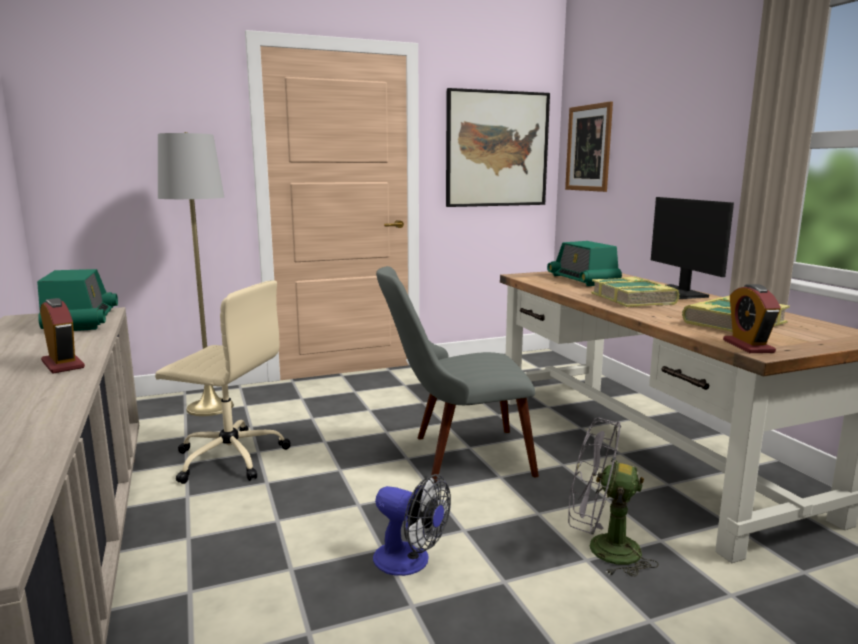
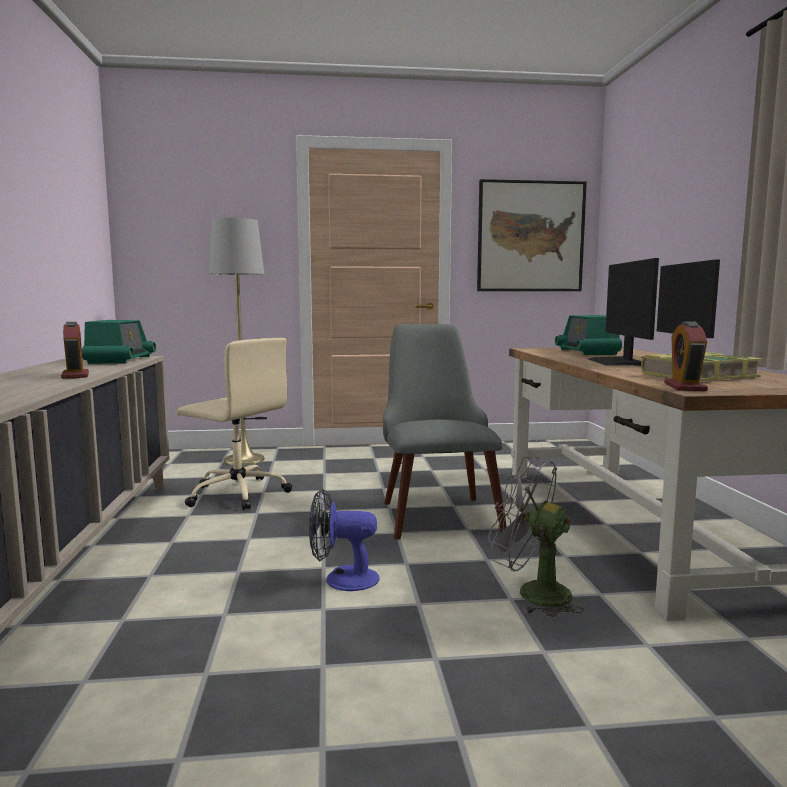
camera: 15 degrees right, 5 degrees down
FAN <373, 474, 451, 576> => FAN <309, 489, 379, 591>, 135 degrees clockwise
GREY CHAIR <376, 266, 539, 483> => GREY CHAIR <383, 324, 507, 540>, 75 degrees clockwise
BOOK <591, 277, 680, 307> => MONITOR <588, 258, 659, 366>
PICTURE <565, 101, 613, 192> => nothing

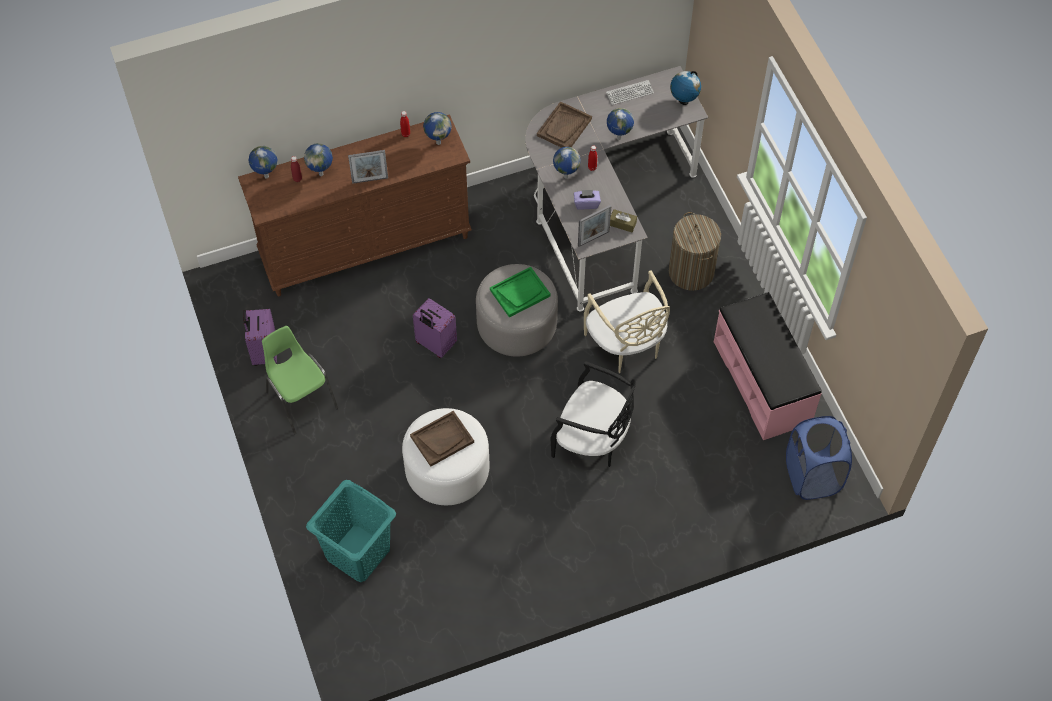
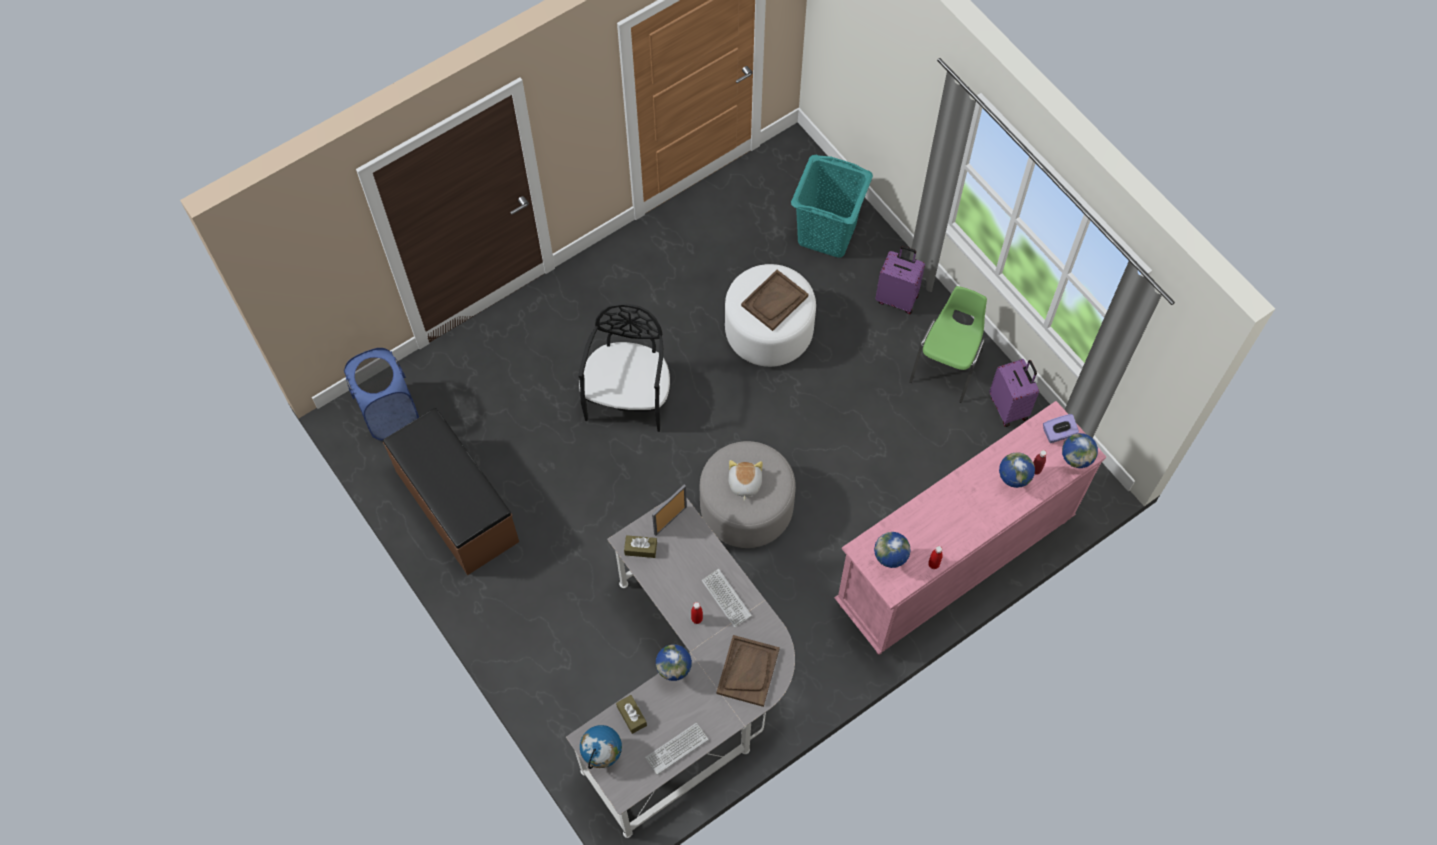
camera: 165 degrees right, 5 degrees up
PINK BENCH <714, 292, 822, 440> => BROWN BENCH <383, 408, 519, 575>
BLACK CHAIR <550, 361, 636, 467> => BLACK CHAIR <578, 303, 670, 432>, 90 degrees clockwise
nothing => BROWN TISSUE BOX <616, 695, 647, 734>
GLOBE <553, 147, 581, 179> => KEYBOARD <702, 569, 752, 628>
GREEN TRAY <490, 267, 551, 318> => PLUSH TOY <728, 460, 763, 501>
BROWN DRESSER <238, 114, 472, 296> => PINK DRESSER <834, 401, 1106, 655>
PURPLE SUITCASE <413, 298, 457, 358> => PURPLE SUITCASE <875, 246, 925, 314>, move
GREEN CHAIR <262, 326, 338, 434> => GREEN CHAIR <909, 286, 987, 403>, 105 degrees counterclockwise
PURPLE TISSUE BOX <574, 190, 601, 210> => PURPLE TISSUE BOX <1043, 414, 1079, 443>, move
PICTURE FRAME <348, 150, 388, 184> => nothing
BEIGE CHAIR <584, 270, 670, 373> => nothing
LAUNDRY BASKET <669, 212, 721, 291> => nothing

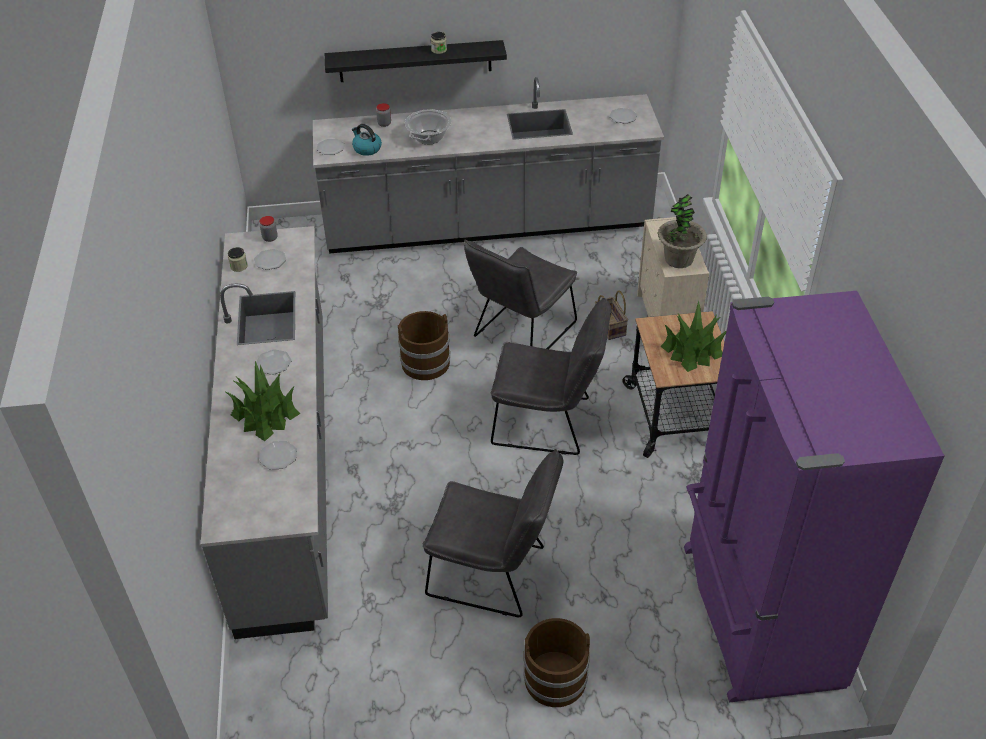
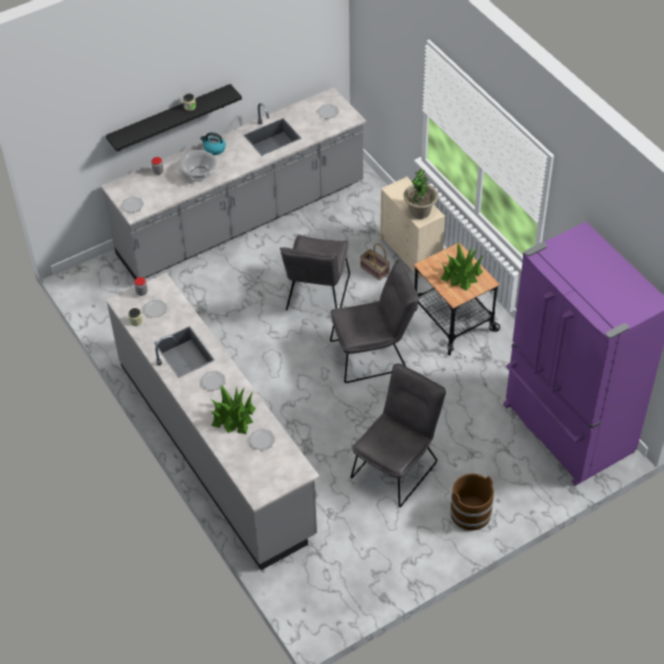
camera: 25 degrees left, 5 degrees up
KETTLE <352, 124, 382, 156> => KETTLE <200, 132, 226, 155>, move
GREY CHAIR <422, 449, 563, 617> => GREY CHAIR <350, 364, 446, 507>, 45 degrees counterclockwise
BROWN BUCKET <398, 311, 450, 380> => nothing

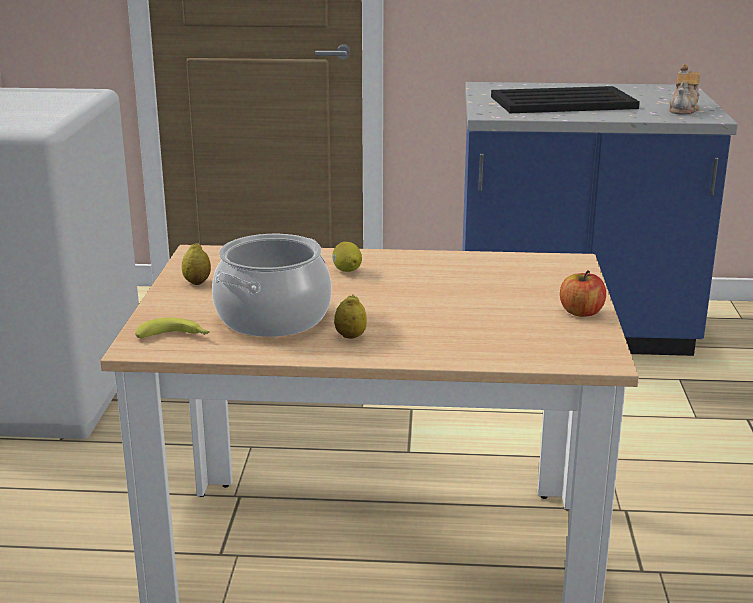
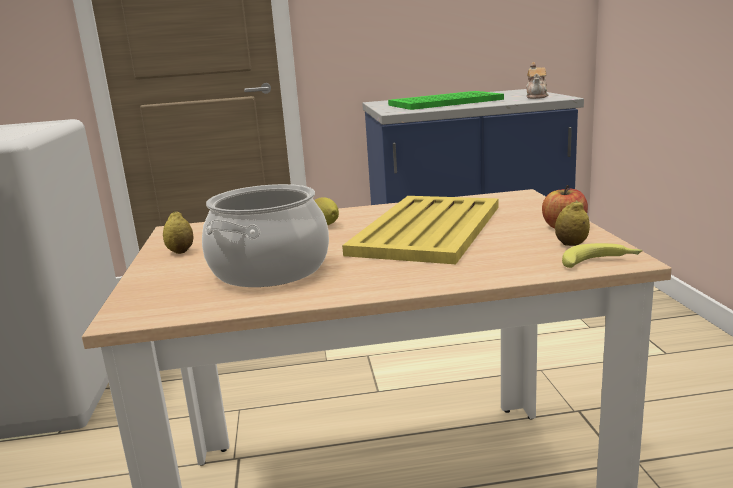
camera: 10 degrees left, 5 degrees down
nothing => YELLOW TRAY <342, 196, 498, 264>
BLACK TRAY <491, 86, 640, 113> => GREEN TRAY <388, 91, 504, 110>
LEMON <334, 295, 367, 339> => LEMON <555, 200, 590, 246>, move
BANANA <135, 318, 210, 338> => BANANA <562, 243, 643, 268>, move

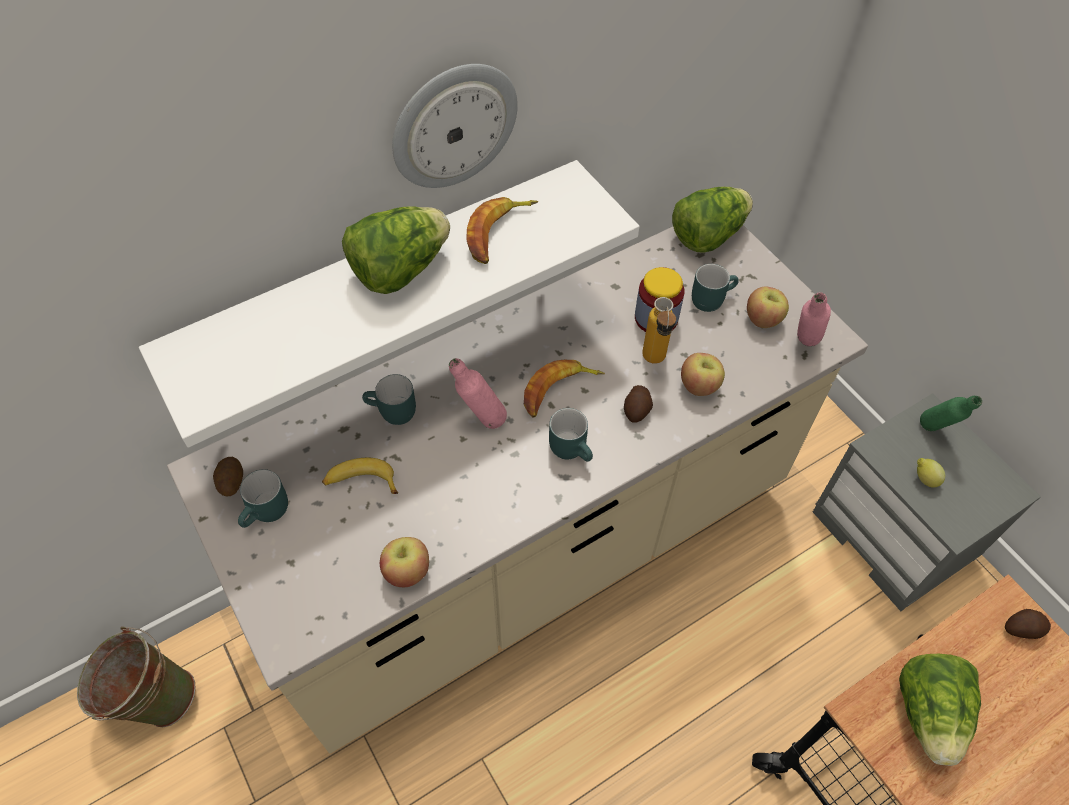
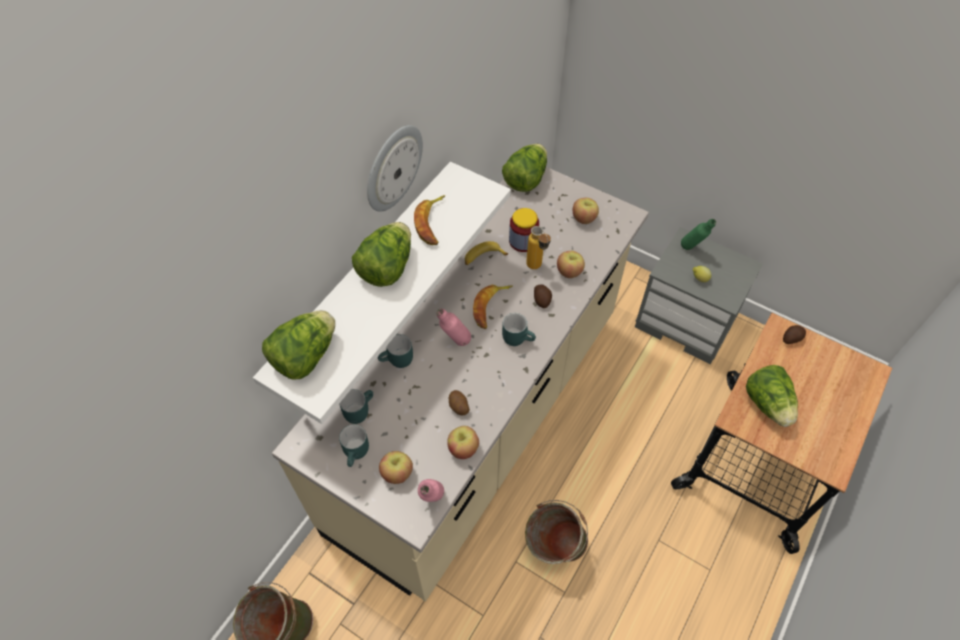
camera: 25 degrees left, 0 degrees up
nothing => LETTUCE <262, 310, 335, 380>
TURQUOISE MUG <692, 264, 739, 312> => TURQUOISE MUG <339, 389, 373, 424>, move
nothing => APPLE <379, 451, 413, 484>
PINK BOTTLE <797, 292, 831, 346> => PINK BOTTLE <418, 479, 444, 502>, move
POTATO <213, 457, 243, 497> => POTATO <449, 390, 470, 415>, move
BANANA <322, 458, 398, 494> => BANANA <465, 241, 508, 265>, move
nothing => GREEN BUCKET <525, 500, 588, 564>

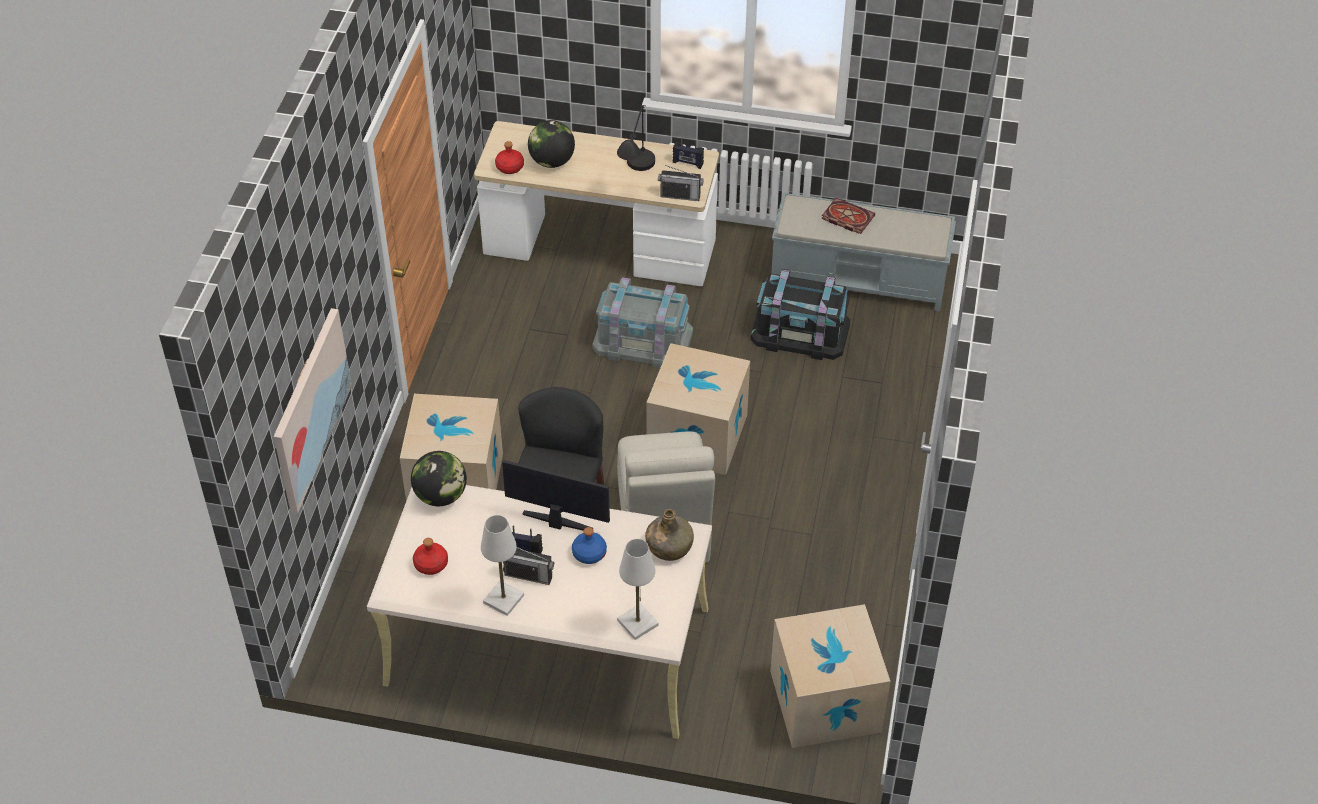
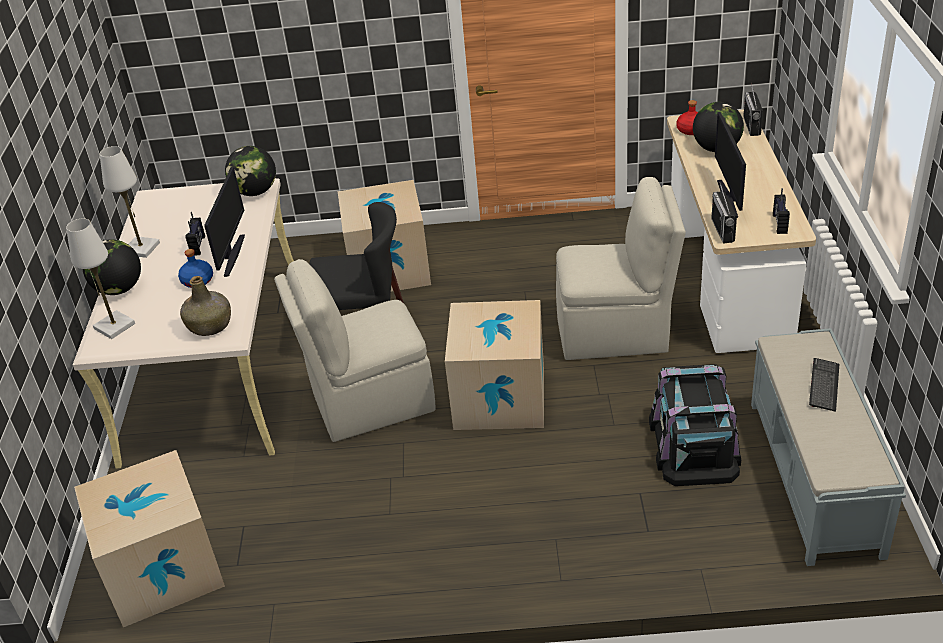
camera: 80 degrees right, 10 degrees down
nothing => GLOBE <83, 239, 141, 295>
GREY STORAGE BOX <593, 277, 693, 368> => BEIGE CHAIR <556, 177, 686, 360>
BLACK TABLE LAMP <617, 105, 655, 171> => MONITOR <715, 112, 746, 218>
RADIO <503, 547, 554, 585> => RADIO <743, 83, 763, 136>, move
BOOK <821, 198, 875, 234> => KEYBOARD <809, 358, 839, 412>
PICTURE <273, 308, 352, 513> => nothing
RED BOTTLE <413, 538, 448, 575> => nothing

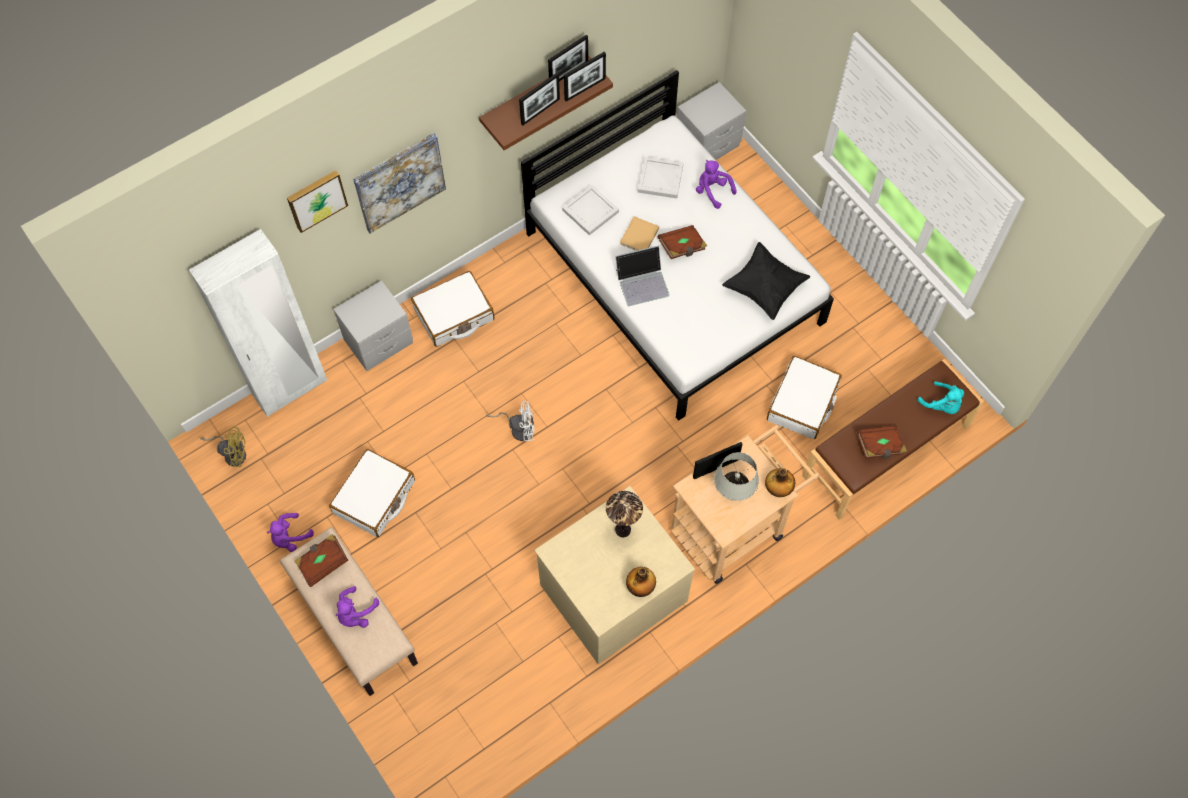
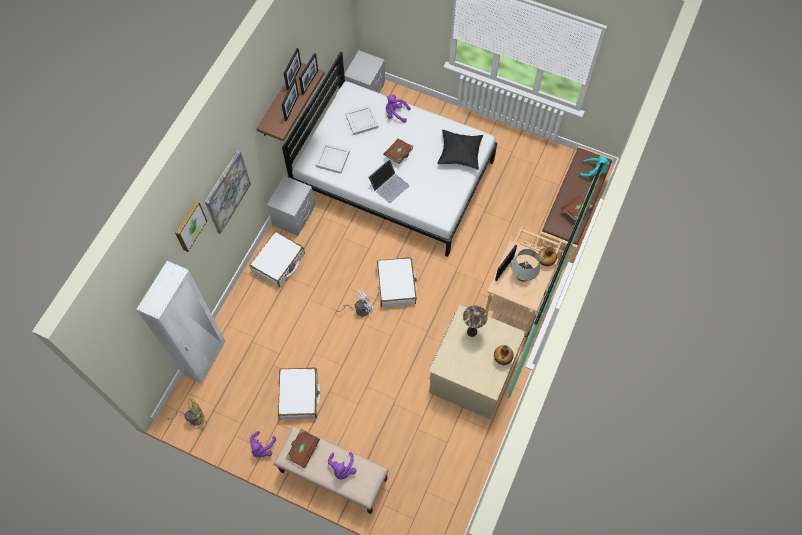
camera: 30 degrees left, 0 degrees up
GREY NIGHTSTAND <333, 280, 413, 371> => GREY NIGHTSTAND <267, 176, 315, 236>, move
WHITE SUITCASE <767, 356, 842, 439> => WHITE SUITCASE <377, 257, 417, 307>, move
BEIGE BOOK <620, 216, 659, 251> => nothing

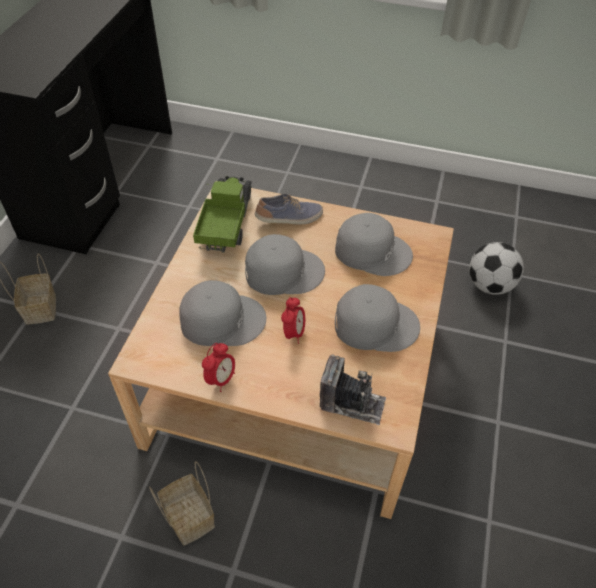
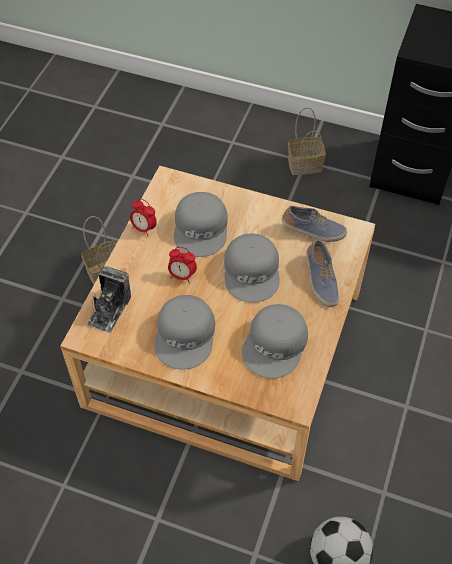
camera: 95 degrees right, 5 degrees up
TOY TRUCK <193, 176, 252, 252> => SHOE <282, 205, 347, 242>

